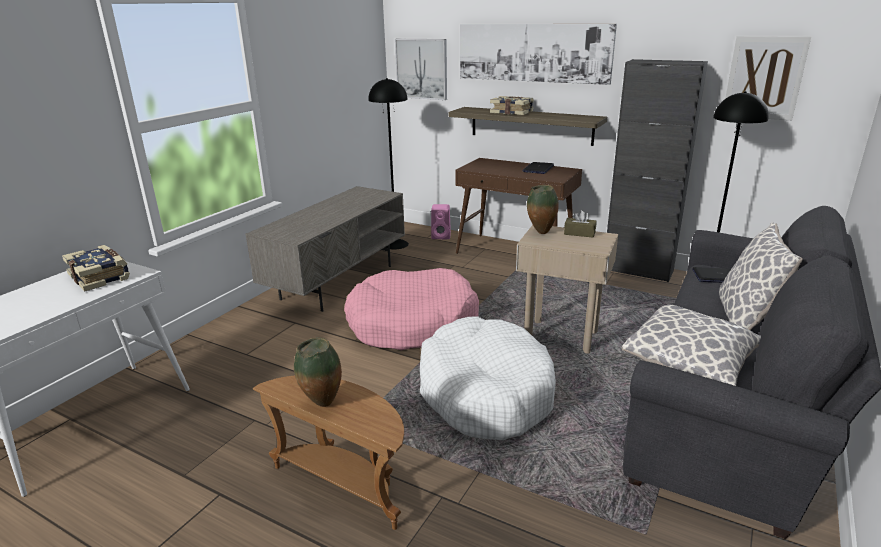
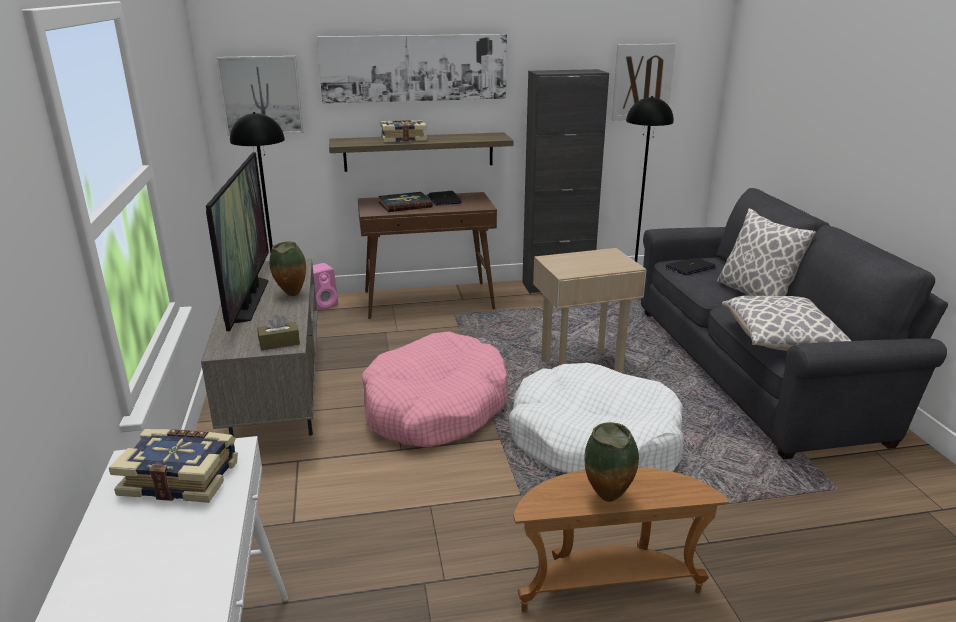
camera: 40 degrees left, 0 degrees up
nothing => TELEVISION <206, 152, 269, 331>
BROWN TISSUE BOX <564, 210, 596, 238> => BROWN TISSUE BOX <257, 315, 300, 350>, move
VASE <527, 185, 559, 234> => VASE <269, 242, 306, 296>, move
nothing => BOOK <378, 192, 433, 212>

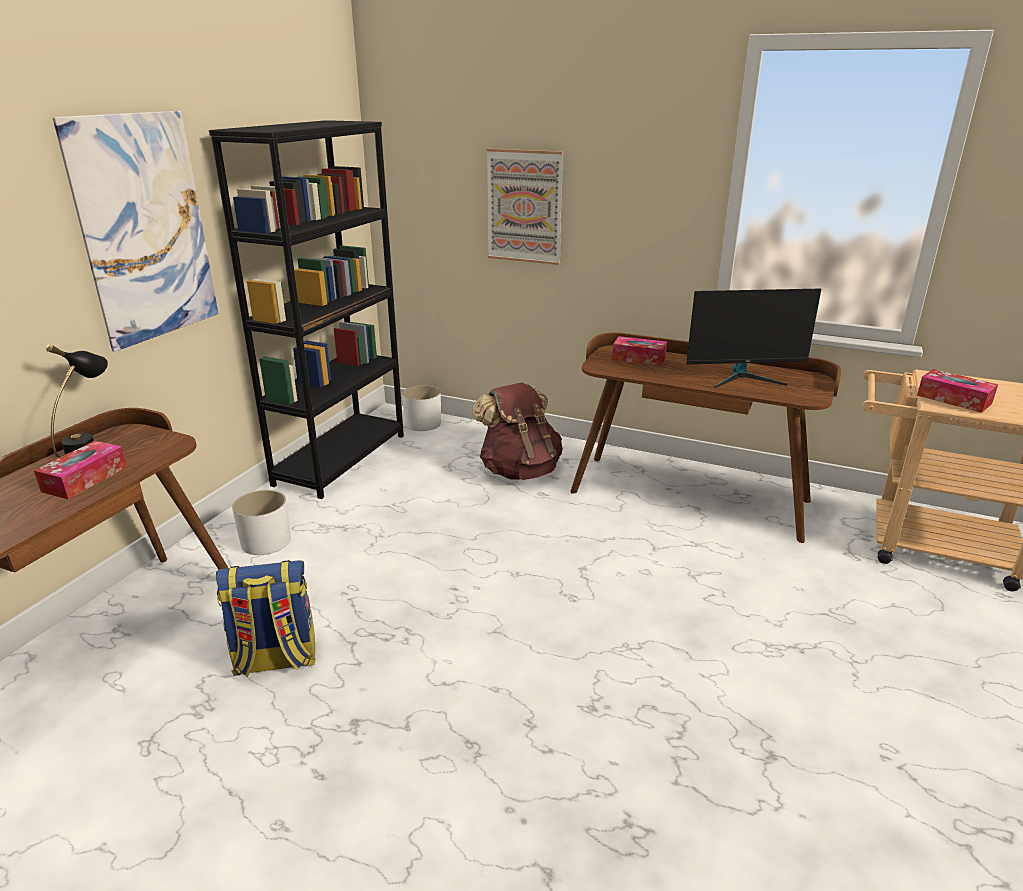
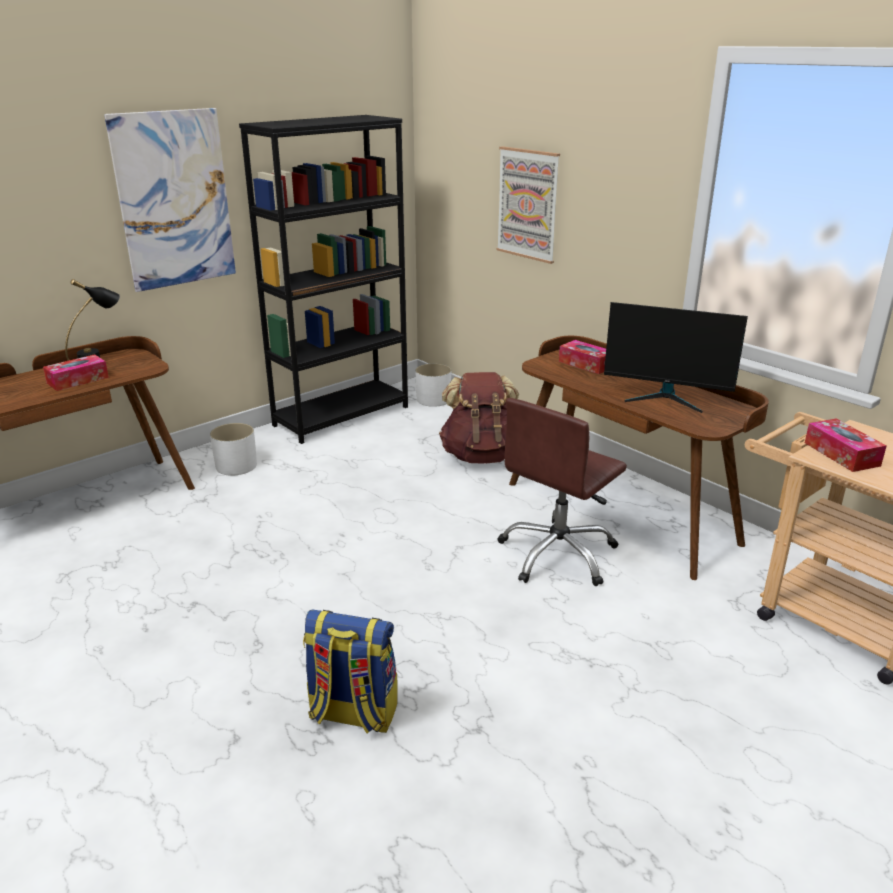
camera: 25 degrees right, 0 degrees up
BACKPACK <216, 560, 316, 677> => BACKPACK <303, 609, 398, 733>, move
nothing => BROWN OFFICE CHAIR <498, 398, 627, 586>

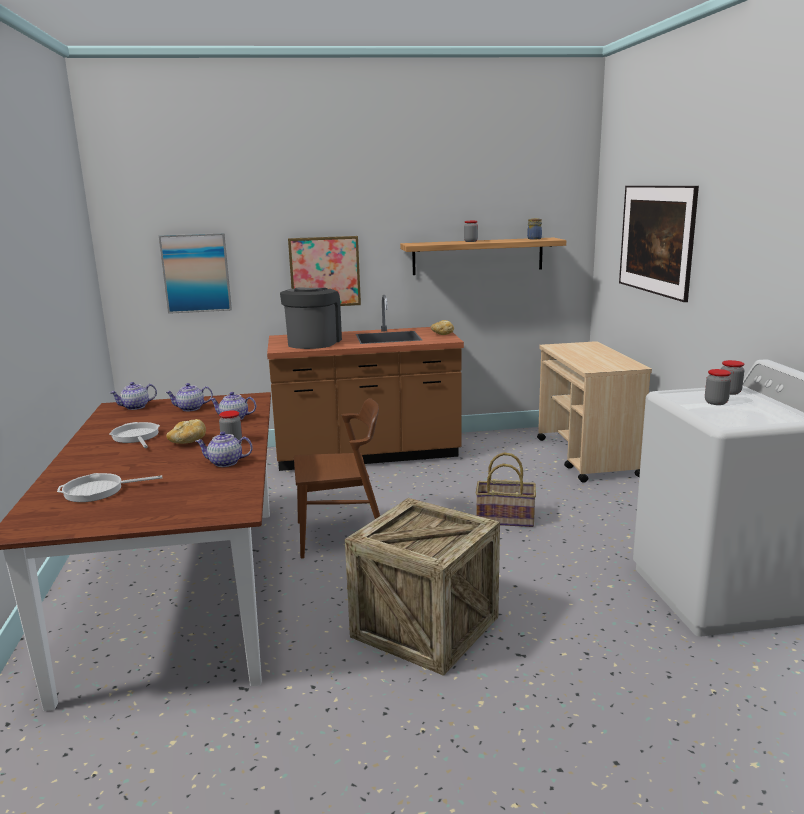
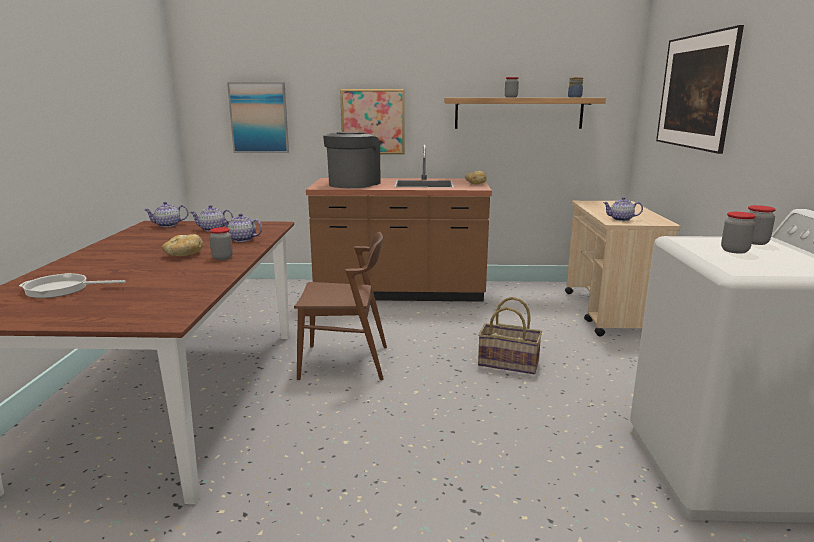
camera: 10 degrees right, 0 degrees up
TEAPOT <195, 431, 253, 467> => TEAPOT <603, 197, 643, 221>, move
FRYING PAN <110, 422, 160, 448> => nothing
CRATE <345, 498, 500, 676> => nothing

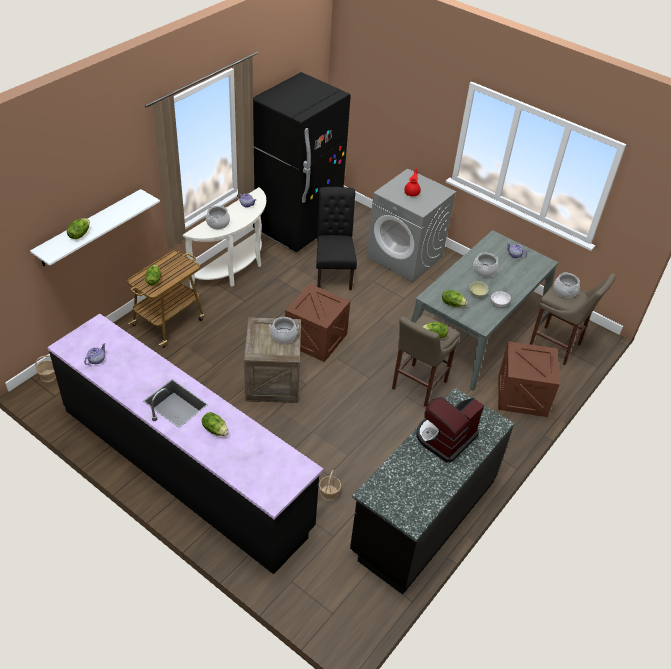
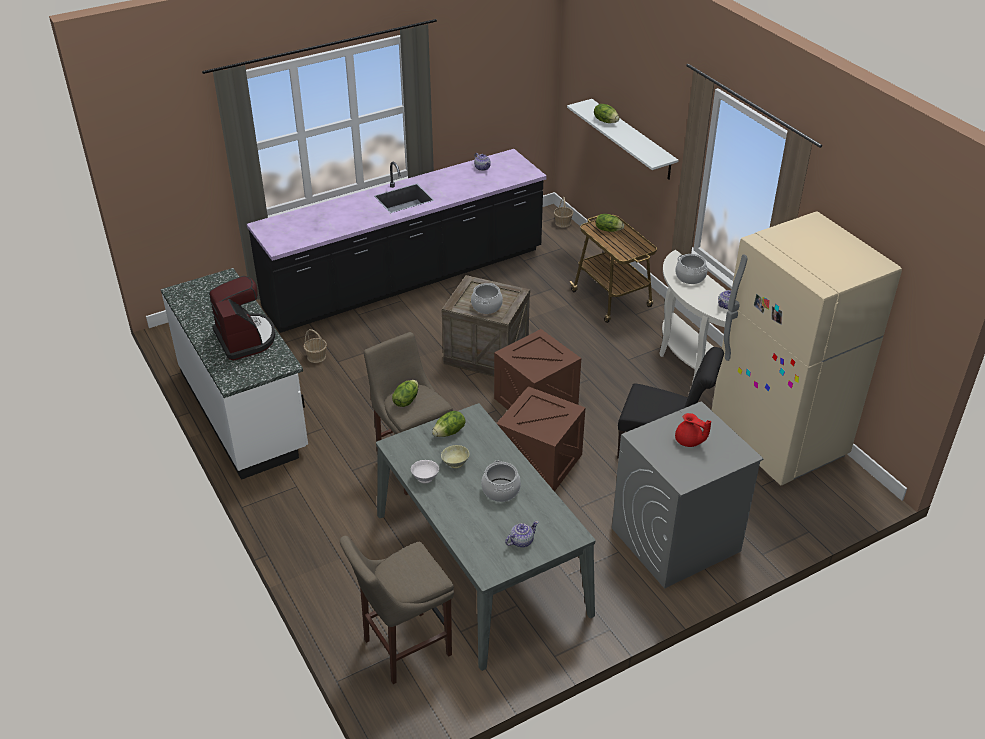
camera: 115 degrees right, 5 degrees down
BLACK COUNTER <350, 388, 515, 594> => WHITE COUNTER <161, 268, 308, 480>
CRATE <498, 341, 560, 417> => CRATE <497, 386, 585, 492>, move
BLACK FRIDGE <253, 72, 351, 252> => BEIGE FRIDGE <712, 211, 902, 486>
LETTUCE <202, 412, 229, 436> => nothing
COOKING POT <554, 272, 580, 298> => nothing

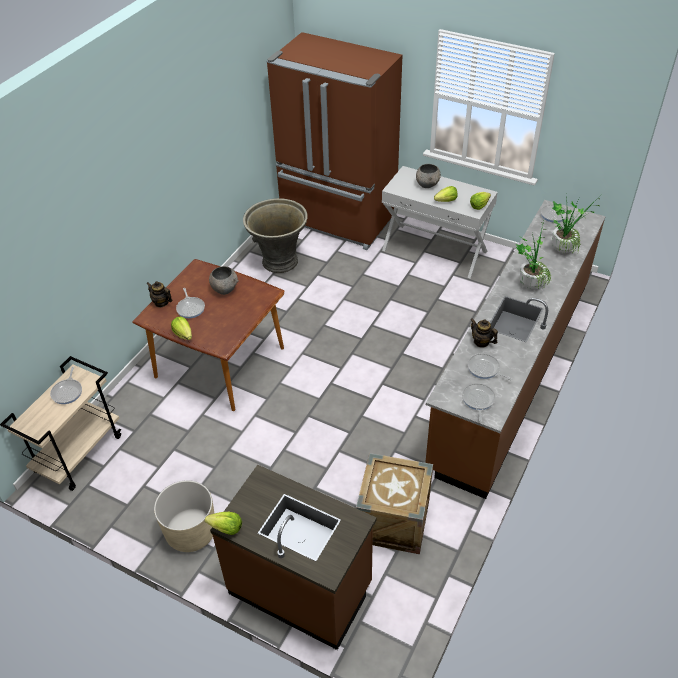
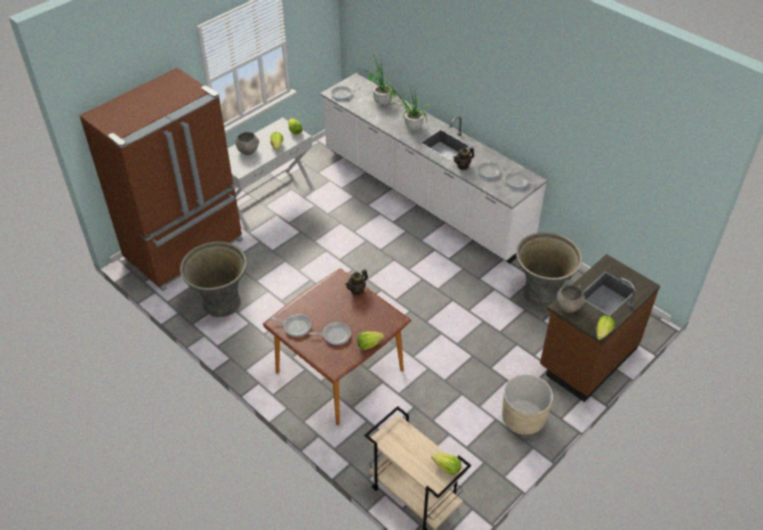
camera: 75 degrees left, 0 degrees up
FRYING PAN <50, 367, 82, 404> => FRYING PAN <271, 314, 311, 337>, move
BROWN COUNTER <425, 200, 606, 499> => WHITE COUNTER <320, 73, 548, 263>
TEAPOT <146, 281, 172, 307> => TEAPOT <345, 269, 368, 295>, move
nothing => LETTUCE <431, 454, 462, 475>
CRATE <356, 453, 433, 554> => GREY PLANTER <516, 232, 582, 307>
GREY BOWL <209, 266, 239, 295> => GREY BOWL <556, 285, 585, 313>, move

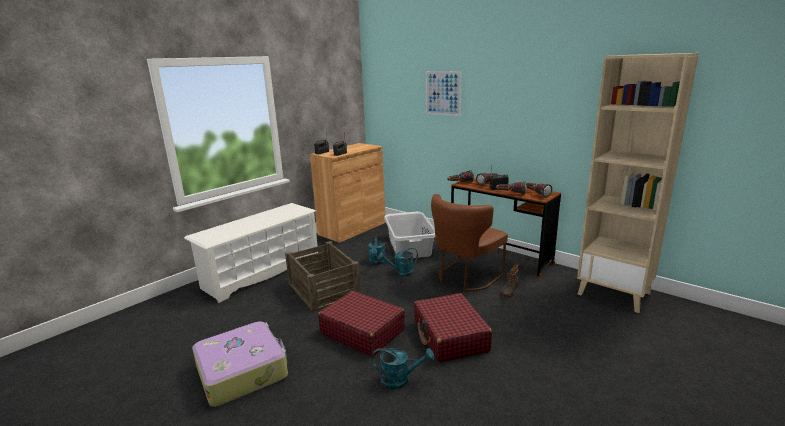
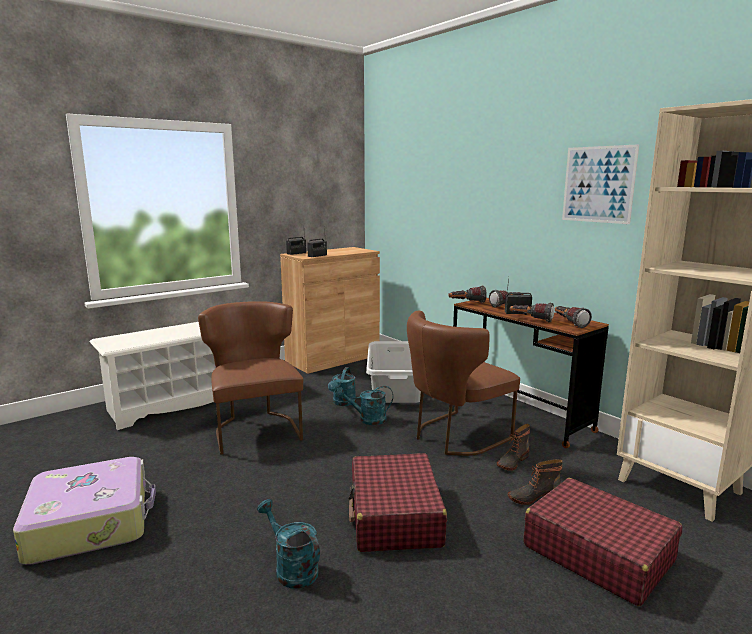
camera: 10 degrees right, 5 degrees down
CRATE <285, 241, 361, 312> => BROWN CHAIR <198, 301, 303, 454>
TURQUOISE WATERING CAN <372, 348, 434, 390> => TURQUOISE WATERING CAN <257, 499, 320, 589>, 150 degrees counterclockwise
nothing => BOOT <508, 459, 563, 505>
RED SUITCASE <318, 291, 405, 356> => RED SUITCASE <524, 478, 682, 606>, move
PICTURE <426, 71, 461, 116> => PICTURE <562, 144, 639, 224>, move

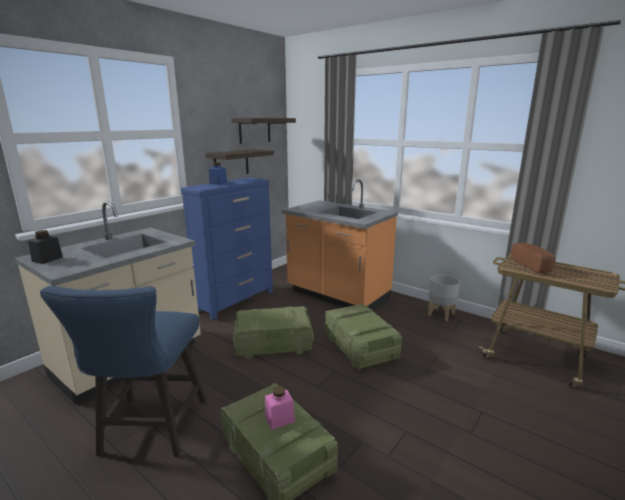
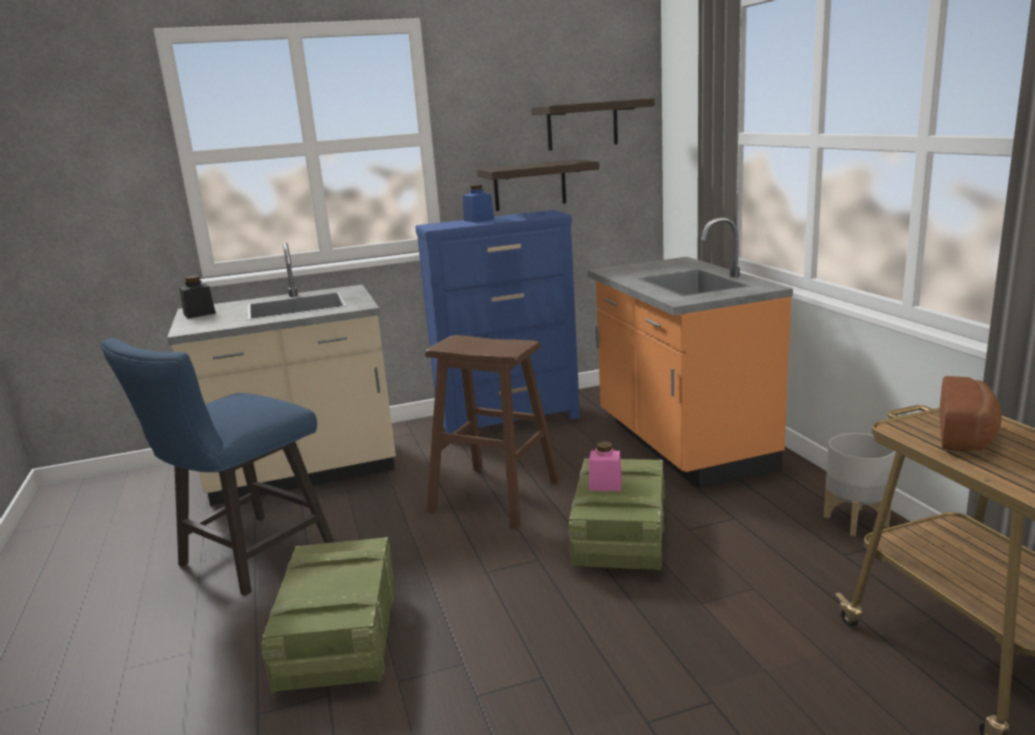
camera: 35 degrees right, 0 degrees up
CRATE <233, 306, 314, 358> => BROWN STOOL <425, 335, 560, 529>
PINK JAR <265, 386, 295, 430> => PINK JAR <589, 441, 622, 491>, move

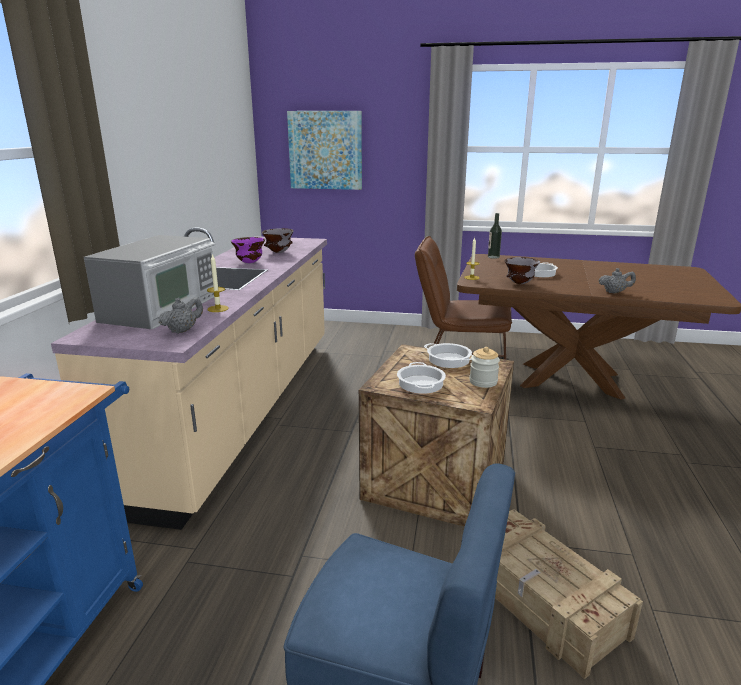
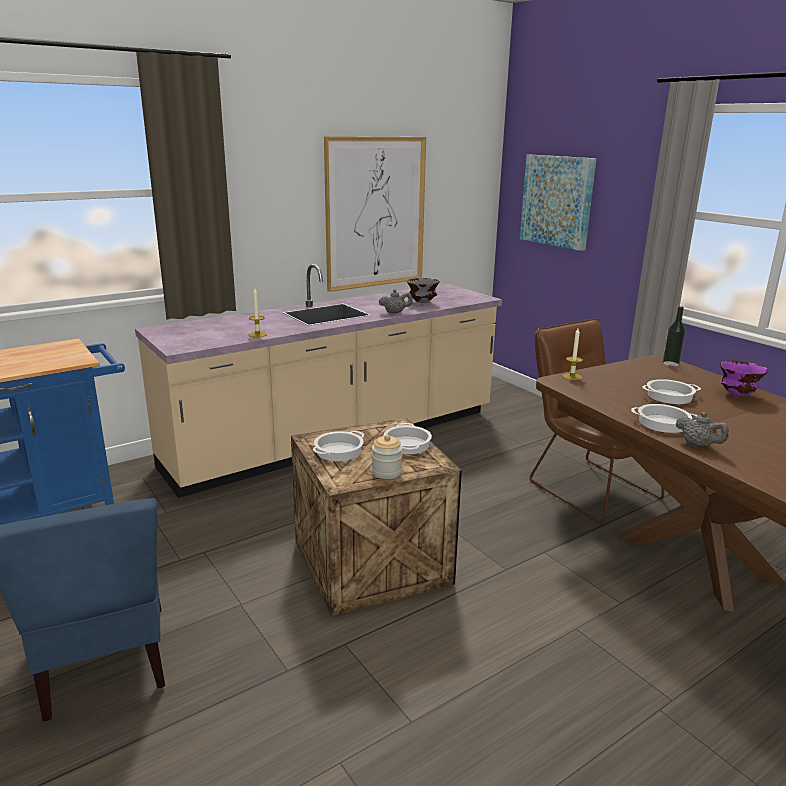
camera: 45 degrees right, 0 degrees up
nothing => PICTURE <324, 136, 426, 292>
GREY TEAPOT <159, 297, 203, 334> => GREY TEAPOT <379, 289, 413, 314>, move
nothing => COOKING POT <631, 404, 698, 433>
PURPLE BOWL <231, 237, 265, 263> => PURPLE BOWL <720, 360, 768, 396>, move
MICROWAVE <84, 235, 215, 329> => nothing
CRATE <495, 509, 643, 679> => nothing
GREY BOWL <505, 257, 540, 284> => nothing

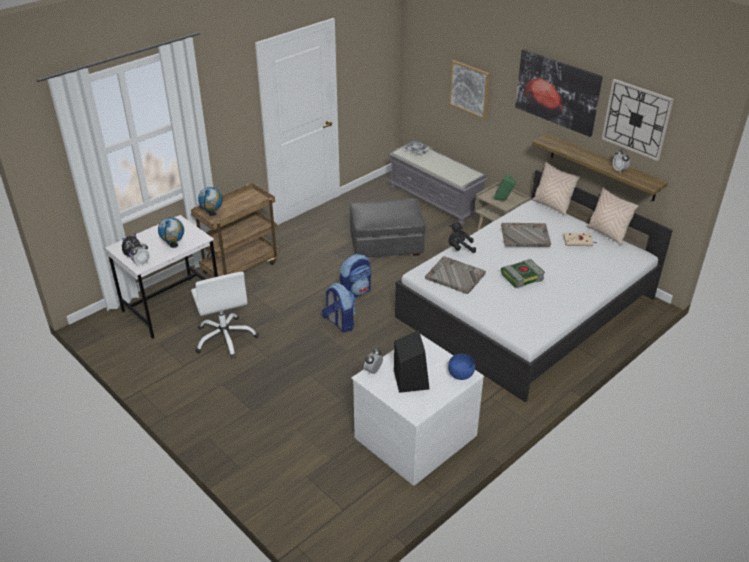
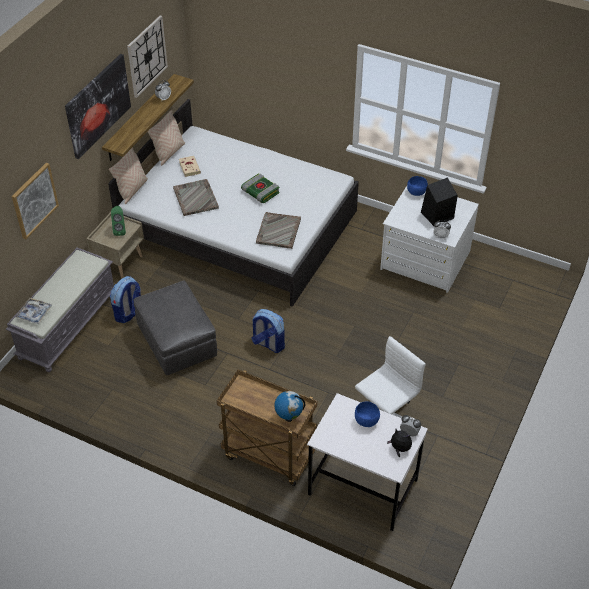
camera: 110 degrees left, 10 degrees up
BACKPACK <322, 283, 355, 333> => BACKPACK <110, 276, 141, 323>, move
GLOBE <158, 217, 184, 248> => BLUE BOWL <355, 402, 380, 427>
BLACK PLUSH TOY <448, 222, 476, 253> => nothing

